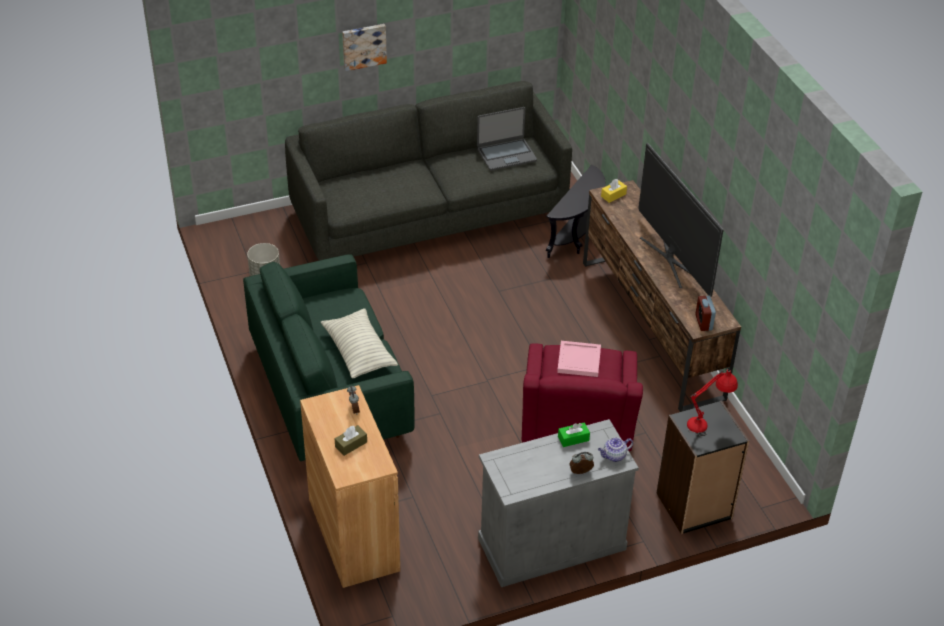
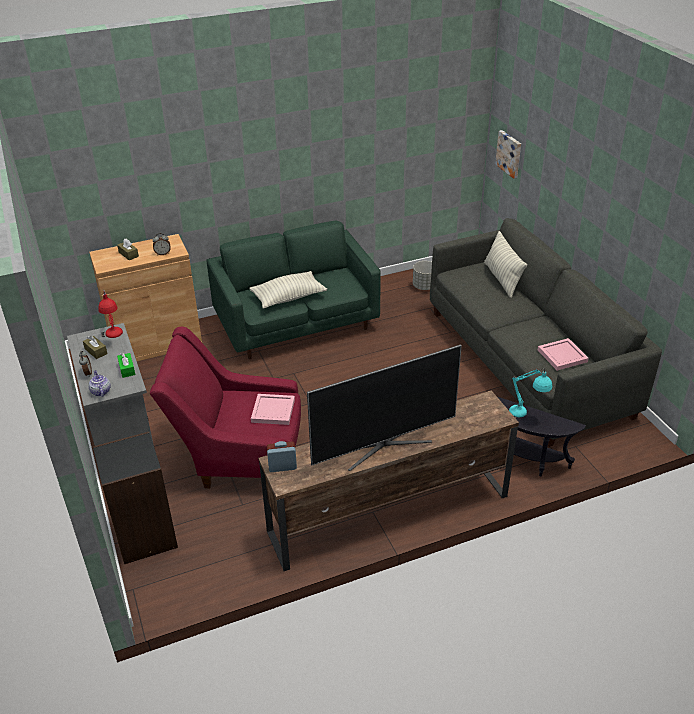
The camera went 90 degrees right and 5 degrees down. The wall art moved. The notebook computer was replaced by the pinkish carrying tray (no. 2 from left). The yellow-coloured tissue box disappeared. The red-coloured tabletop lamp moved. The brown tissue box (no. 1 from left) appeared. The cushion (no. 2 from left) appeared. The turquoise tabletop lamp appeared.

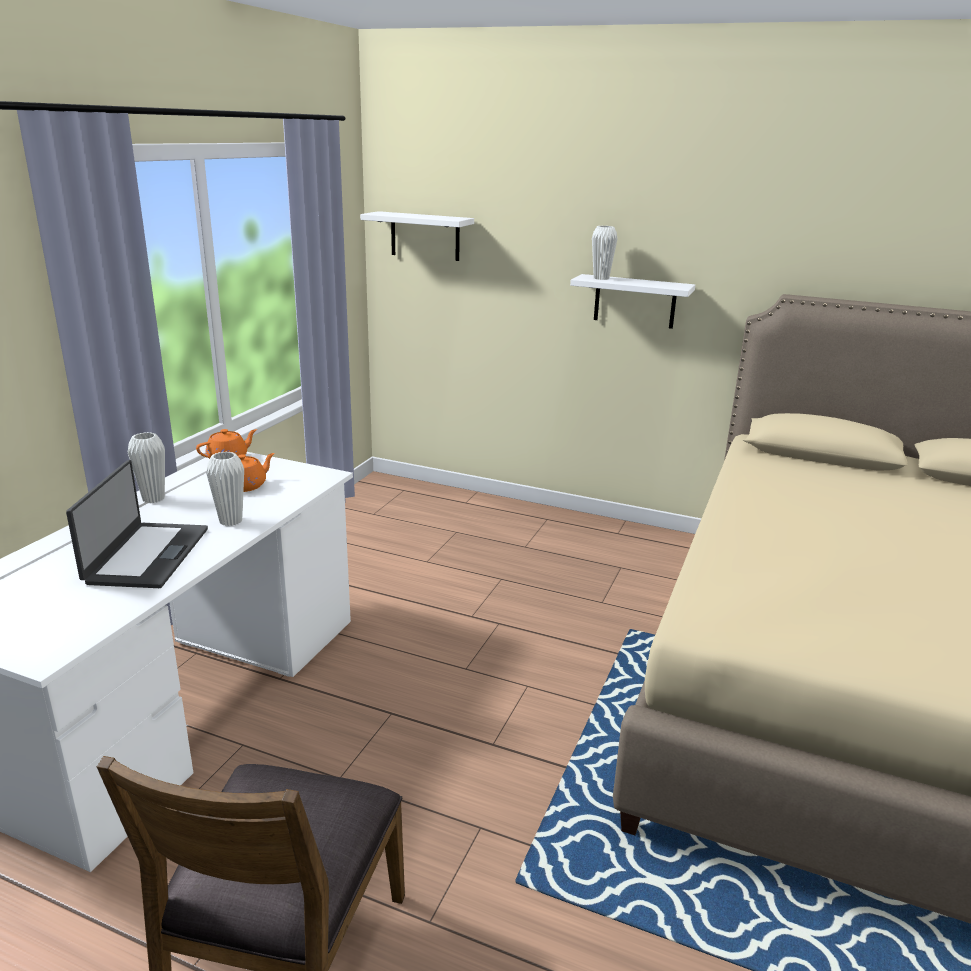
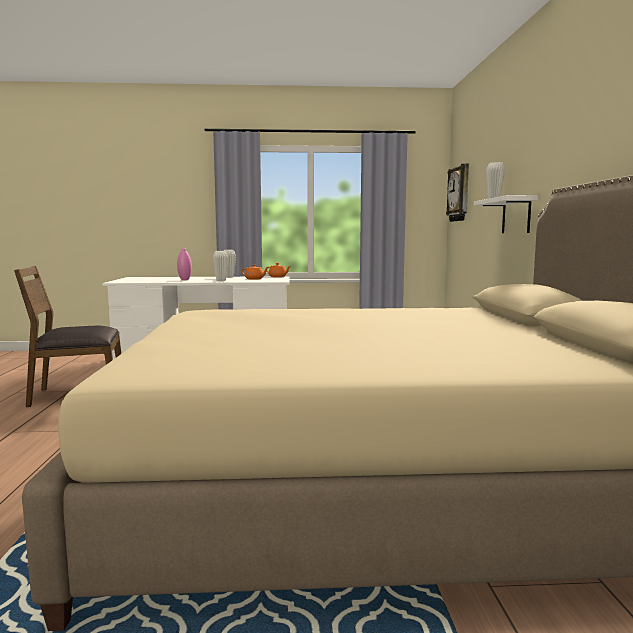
The camera went 65 degrees right and 15 degrees down. The notebook computer was replaced by the pinkish decorative vase. The white wall shelf (no. 1 from left) was replaced by the clock on the wall.

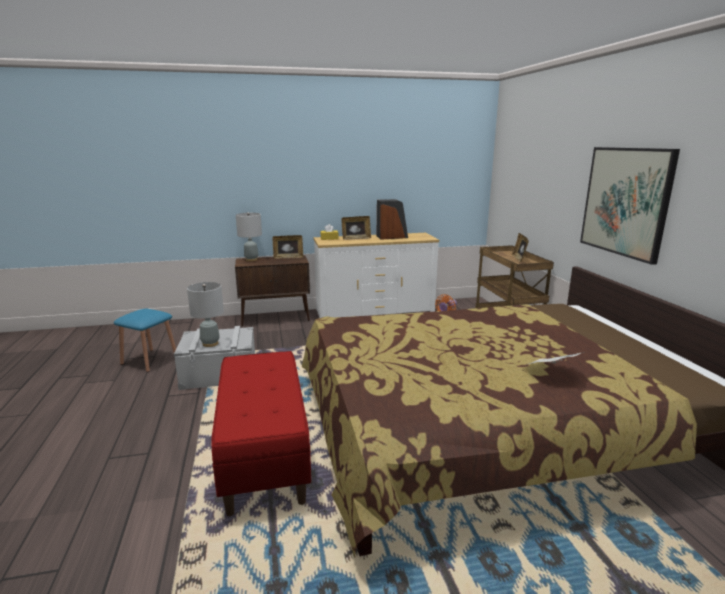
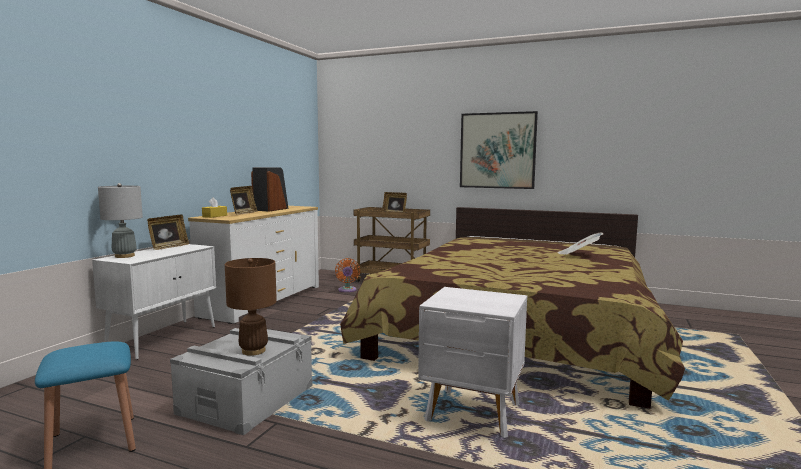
The camera went 55 degrees left and 10 degrees down. The gray tabletop lamp (no. 1 from left) became the brown tabletop lamp. The red-coloured indoor bench was replaced by the white bedside table. The brown storage cabinet became the white storage cabinet.

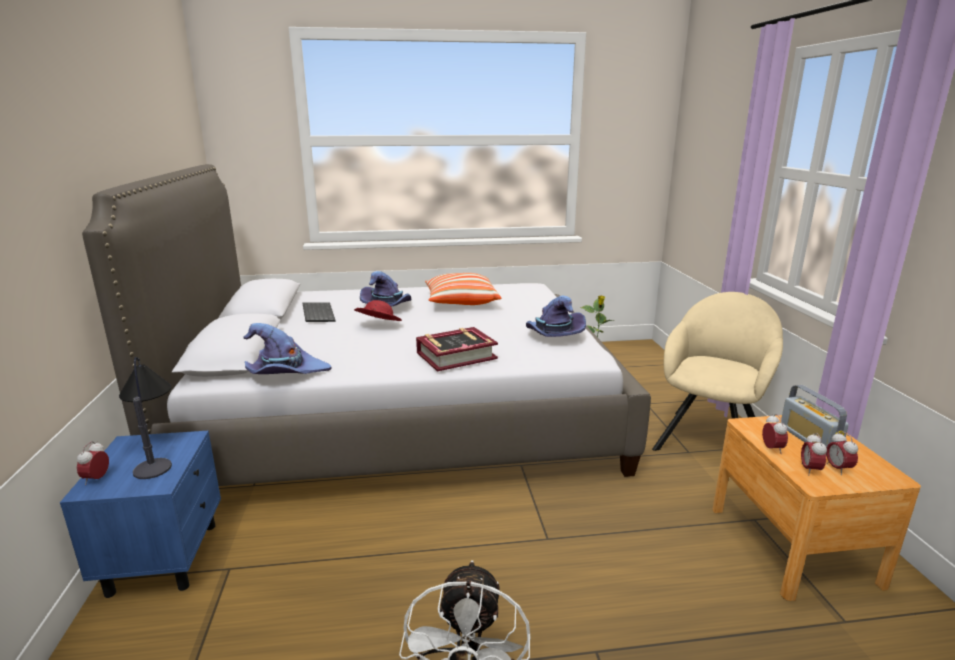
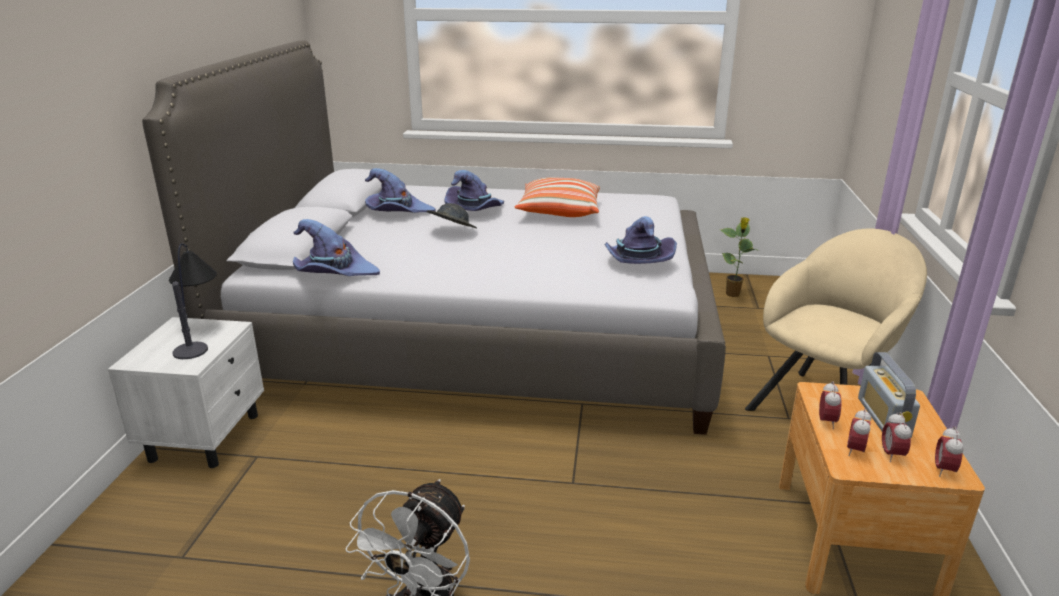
The camera went 15 degrees right and 5 degrees up. The bluish bedside table became the white bedside table. The alarm clock (no. 1 from left in the first image) moved. The computer keyboard was replaced by the purplish wearable hat (no. 2 from left). The red-coloured wearable hat became the gray wearable hat. The volume disappeared.

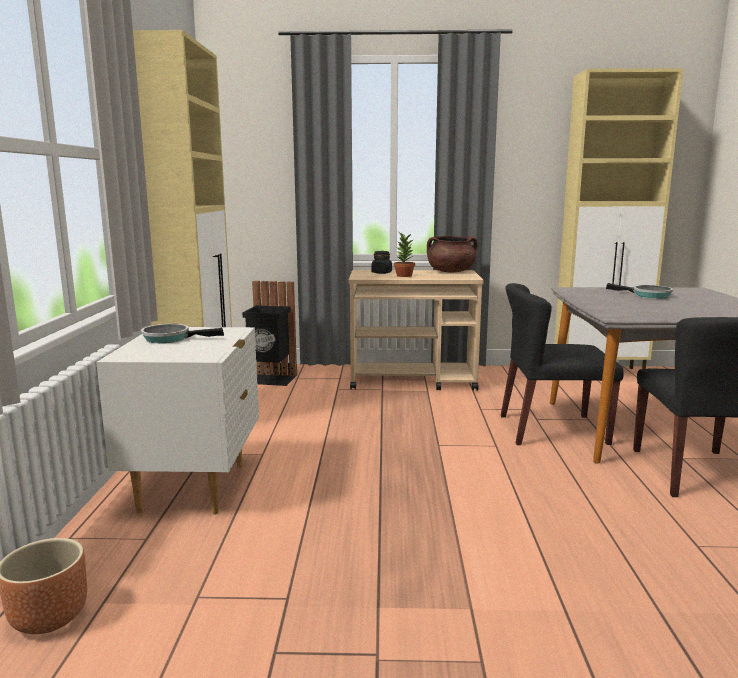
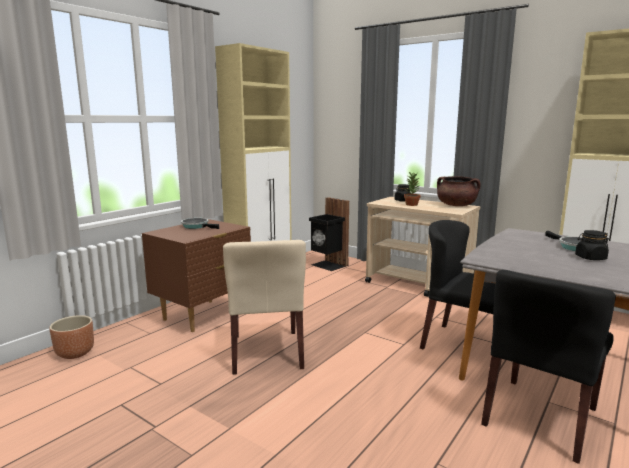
The camera went 35 degrees right and 0 degrees up. The white bedside table became the brown bedside table. The beige-coloured plain chair appeared. The blackish preserve jar (no. 2 from left) appeared.

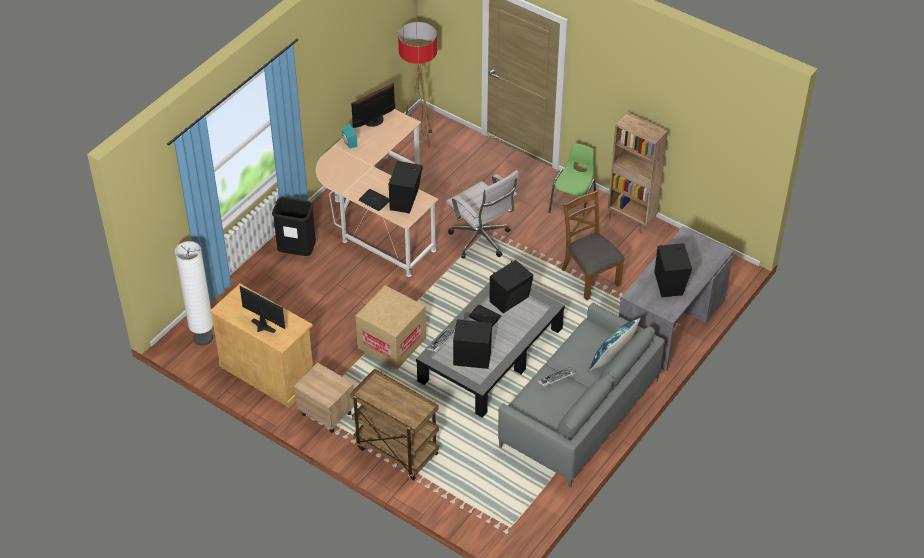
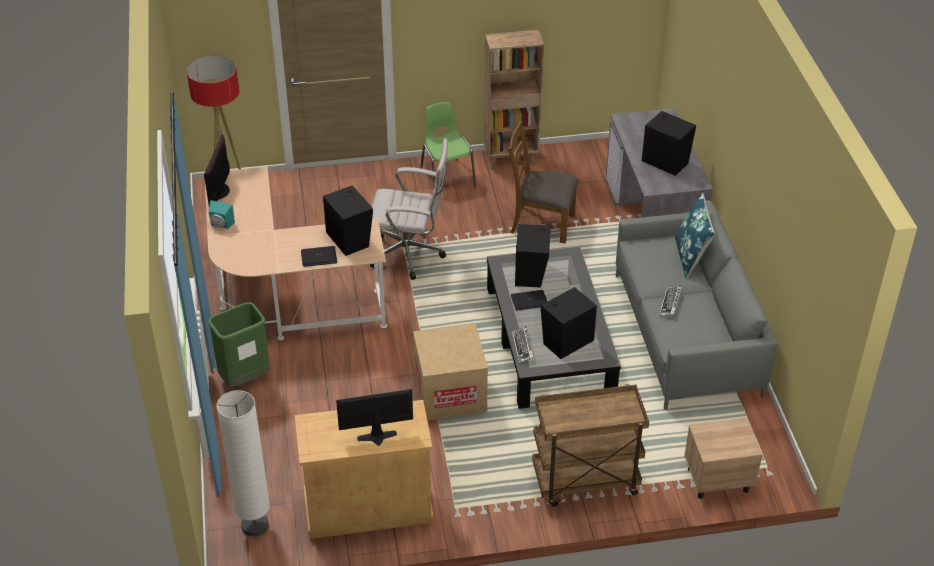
The camera went 45 degrees left and 5 degrees down. The blackish waste bin became the green-coloured waste bin. The beige-coloured bedside table moved.

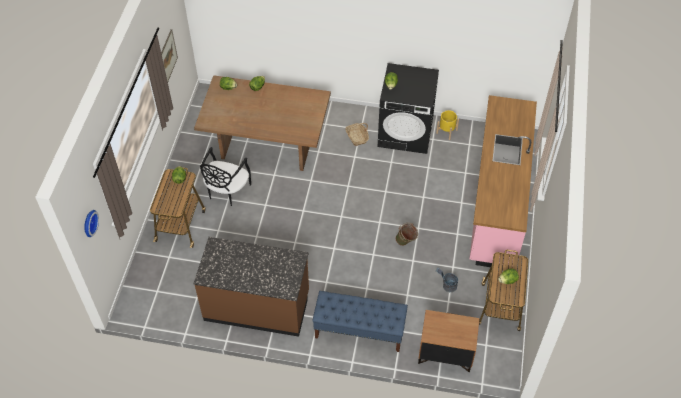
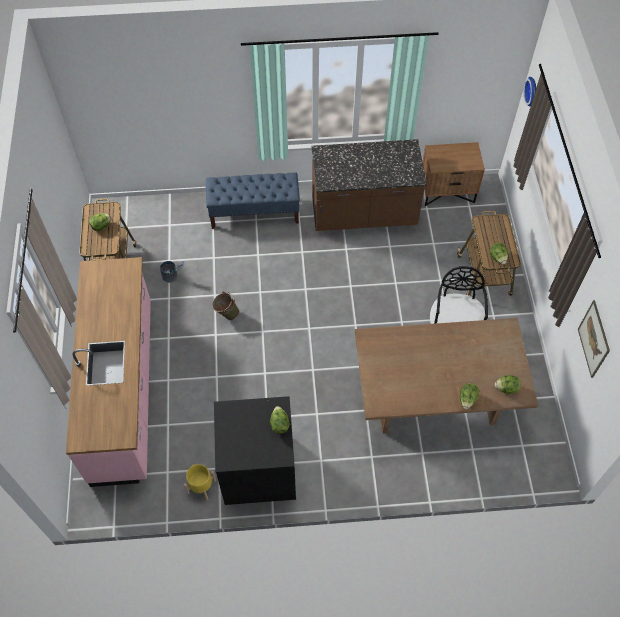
The camera went 165 degrees right and 5 degrees up. The household basket disappeared. The brown bedside table moved.

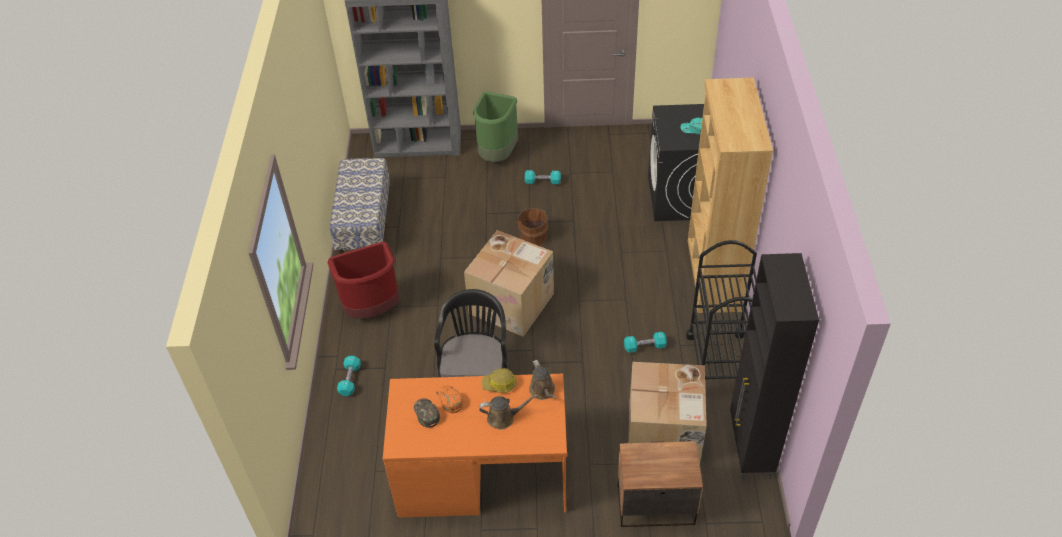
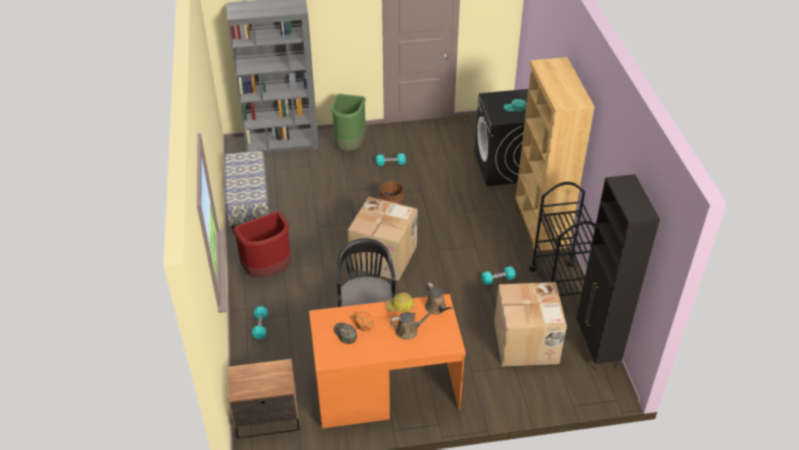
The camera went 10 degrees left and 5 degrees down. The bedside table moved.

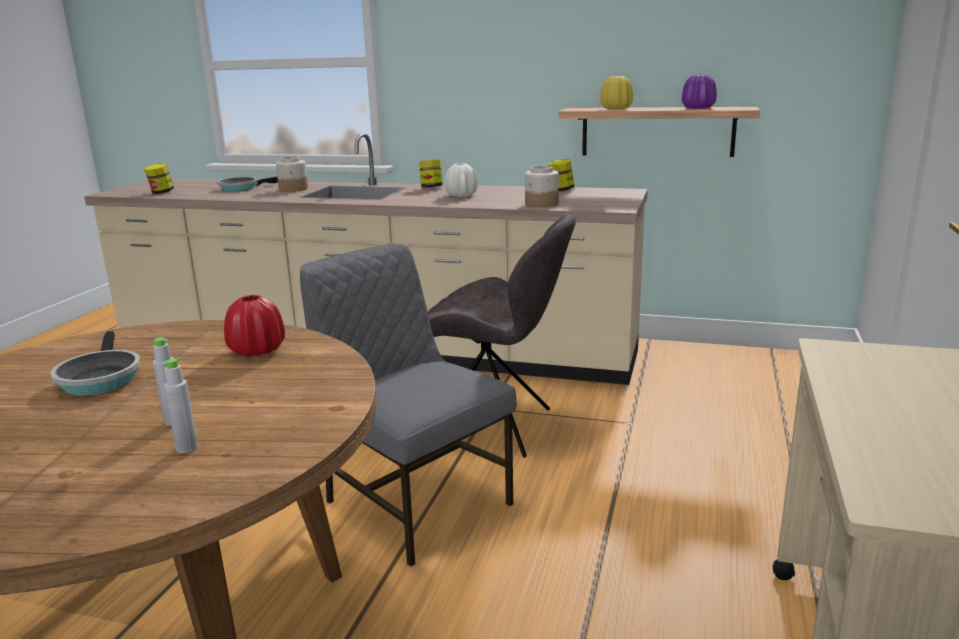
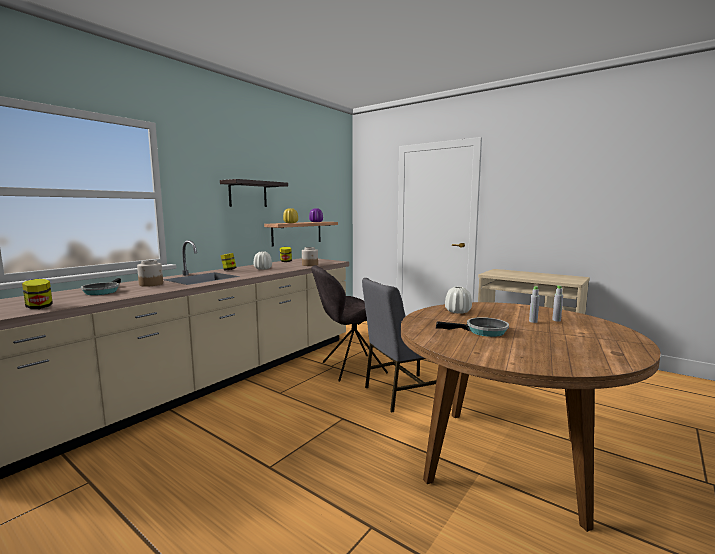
The camera went 70 degrees left and 10 degrees down. The red-coloured decorative vase became the white decorative vase (no. 2 from left). The gray plain chair (no. 2 from left in the first image) turned 150 degrees counterclockwise. The wall shelf (no. 1 from left) appeared.

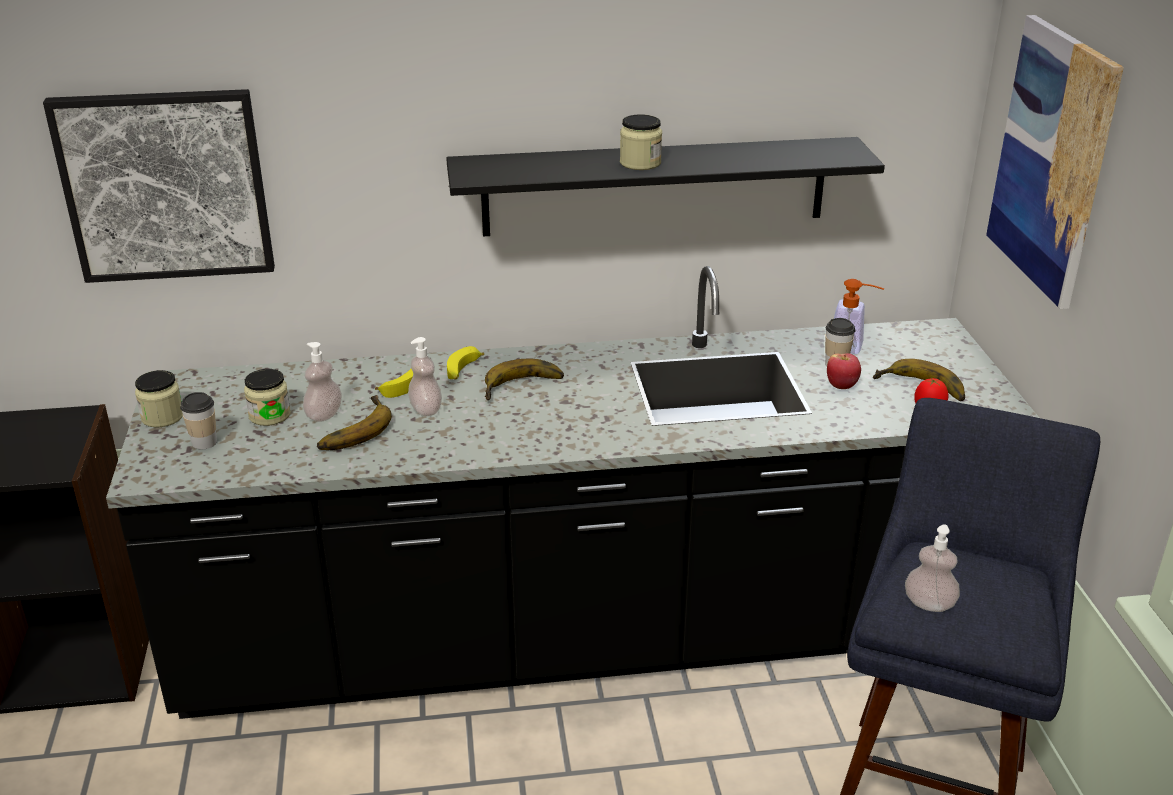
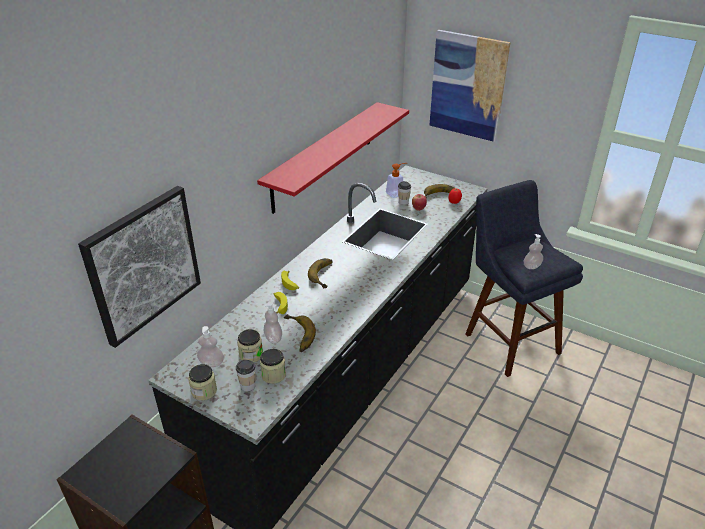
The camera went 50 degrees left and 5 degrees up. The soap dispenser (no. 2 from left in the first image) moved. The blackish wall shelf became the red-coloured wall shelf. The preserve jar (no. 3 from left) moved.

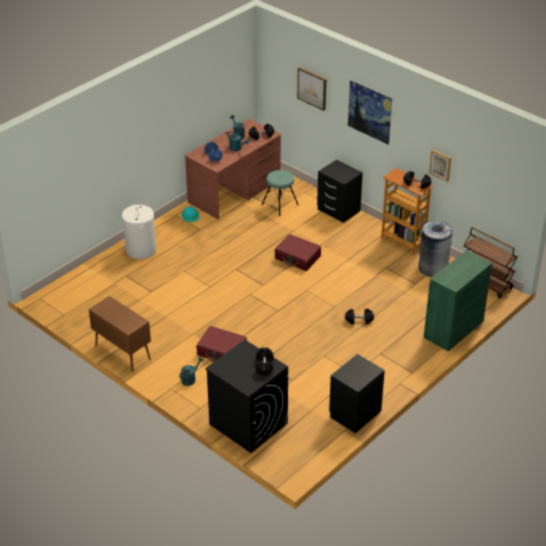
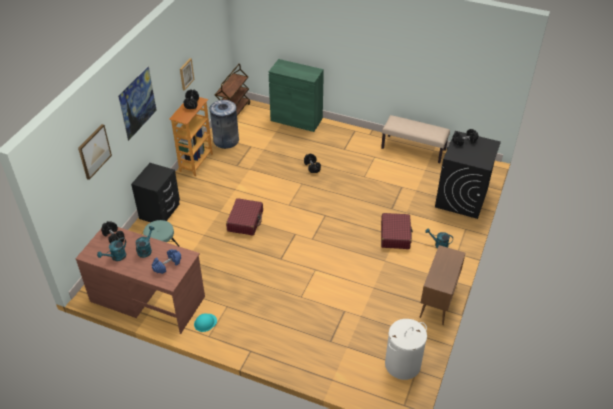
The camera went 110 degrees left and 5 degrees up. The white laundry basket moved. The blackish bedside table (no. 2 from left) was replaced by the beige-coloured indoor bench.

